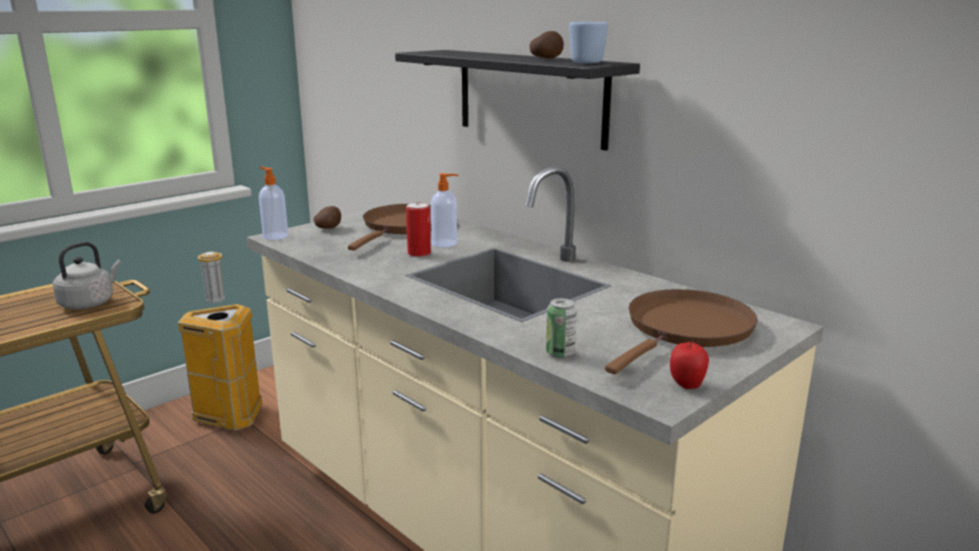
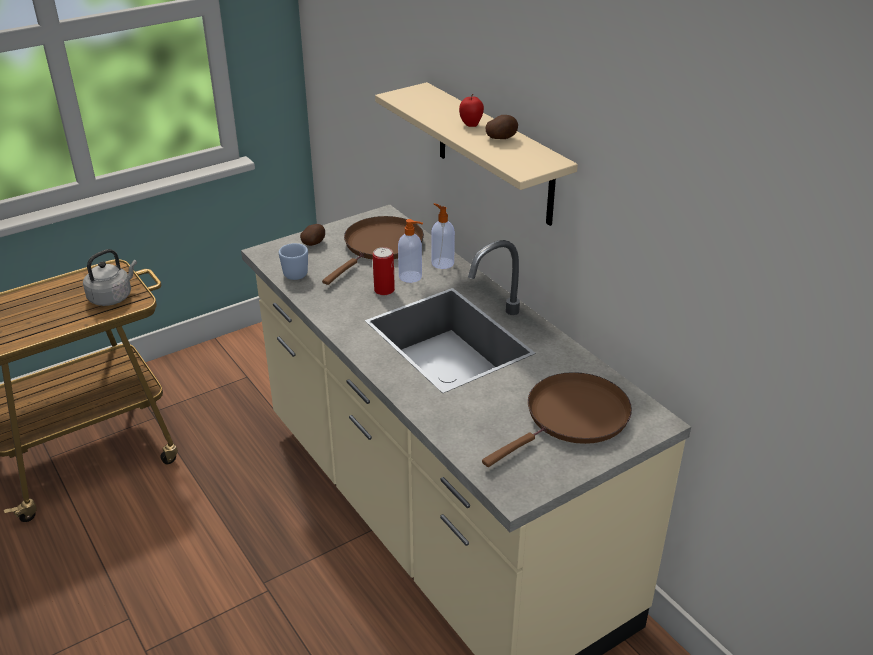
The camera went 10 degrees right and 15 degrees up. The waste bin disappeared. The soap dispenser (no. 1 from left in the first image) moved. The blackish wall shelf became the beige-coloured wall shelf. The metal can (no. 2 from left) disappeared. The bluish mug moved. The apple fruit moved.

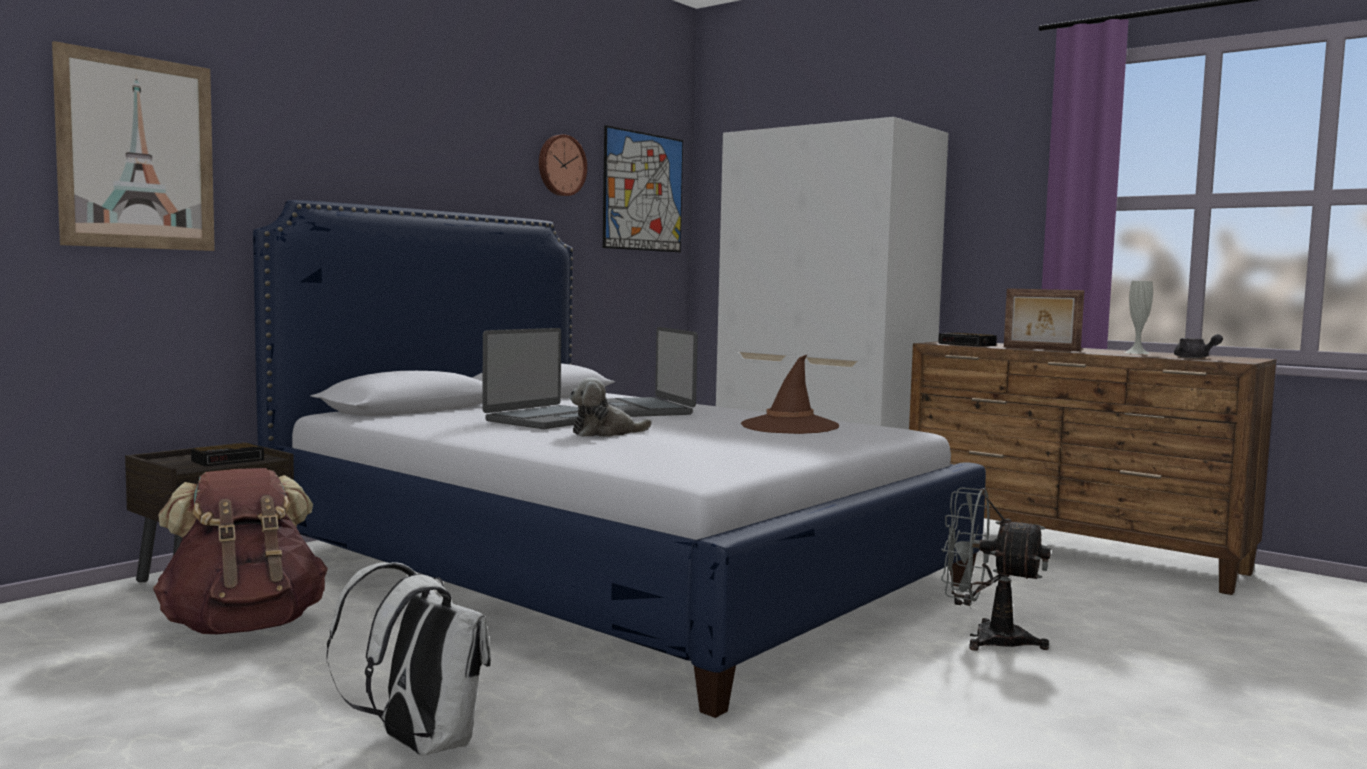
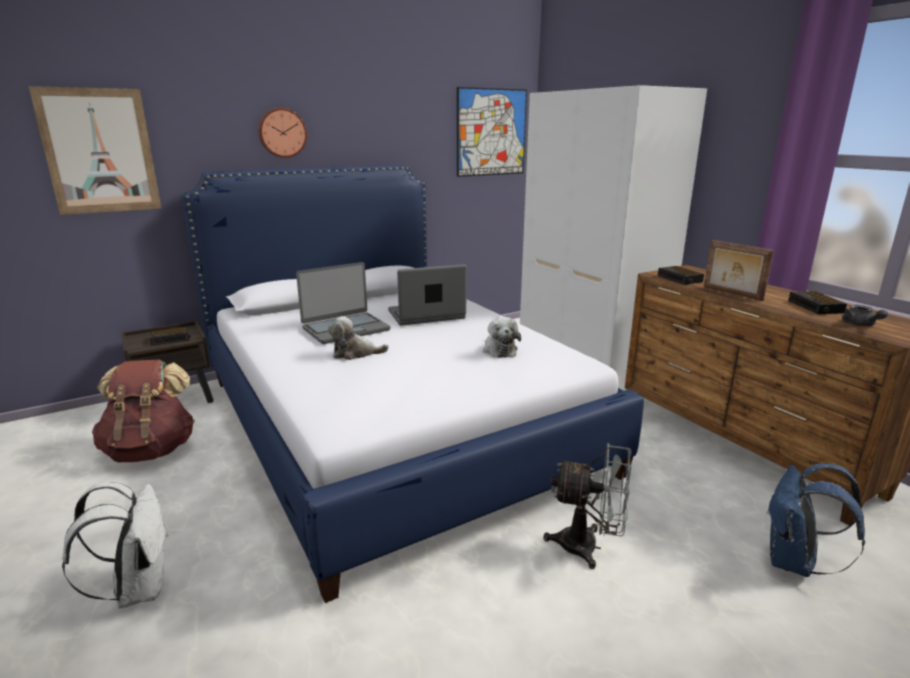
The camera went 20 degrees right and 15 degrees up. The clock on the wall moved. The notebook computer (no. 2 from left) turned 75 degrees clockwise. The brown wearable hat was replaced by the soft toy (no. 2 from left). The gray fan turned 150 degrees clockwise. The white decorative vase was replaced by the alarm clock (no. 3 from left). The bluish rucksack appeared.

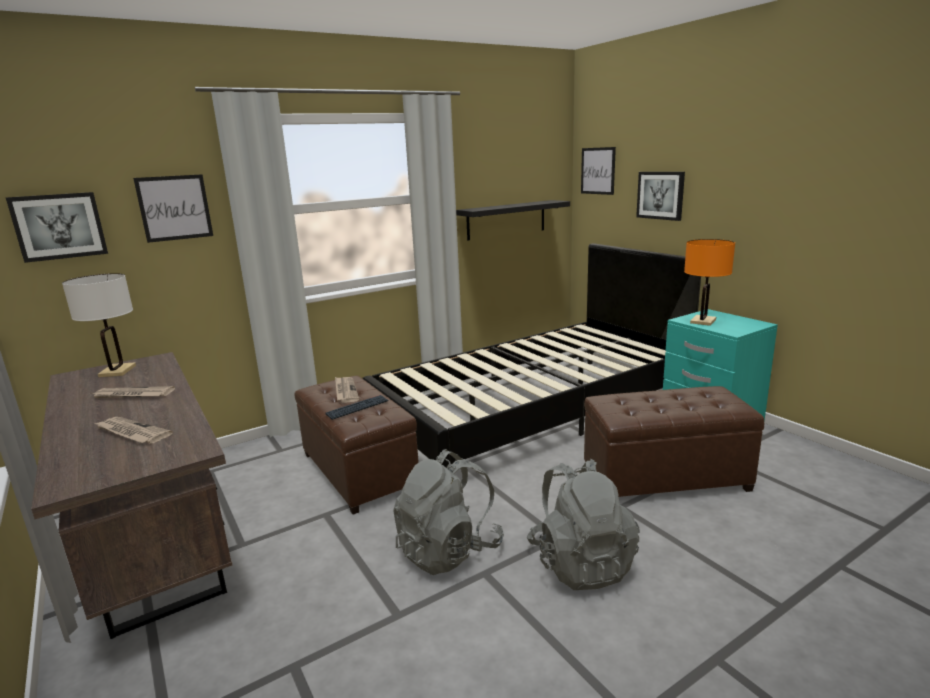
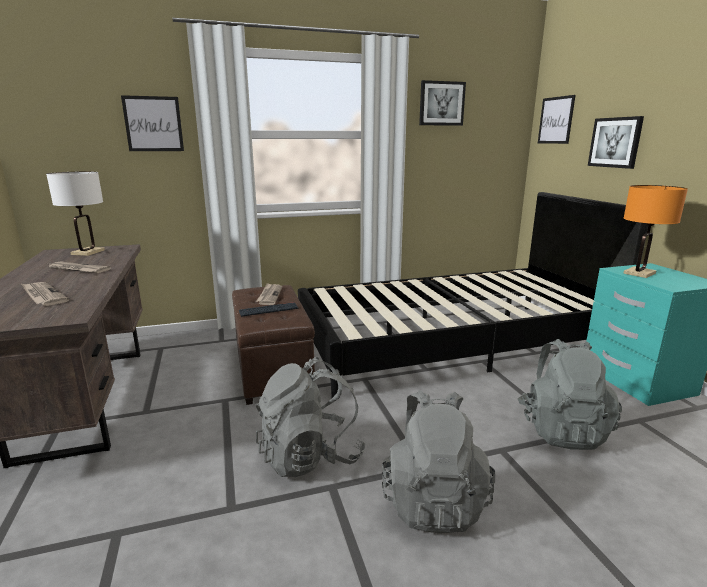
The camera went 15 degrees right and 0 degrees up. The wall art (no. 1 from left in the first image) moved. The blackish wall shelf disappeared. The brown footrest (no. 2 from left) was replaced by the gray rucksack (no. 3 from left).

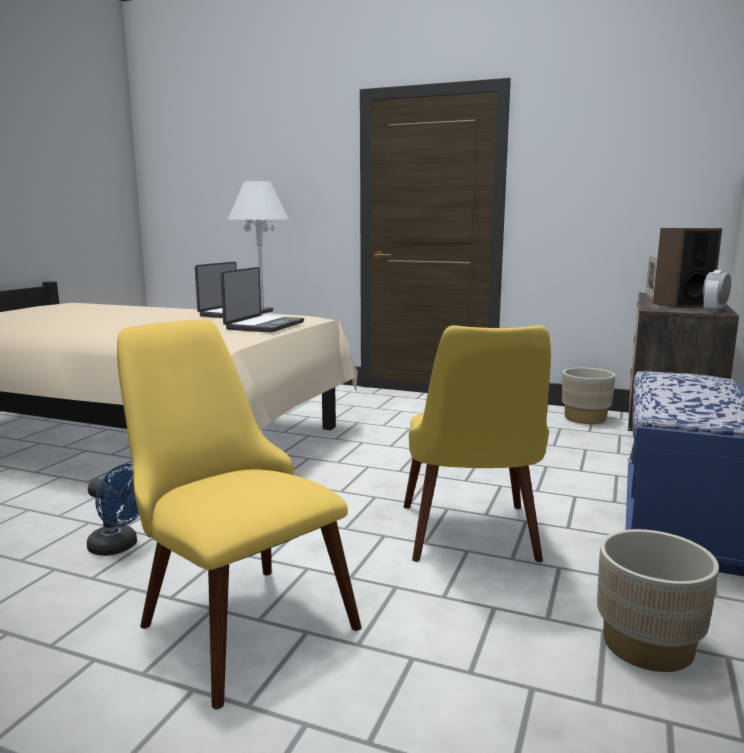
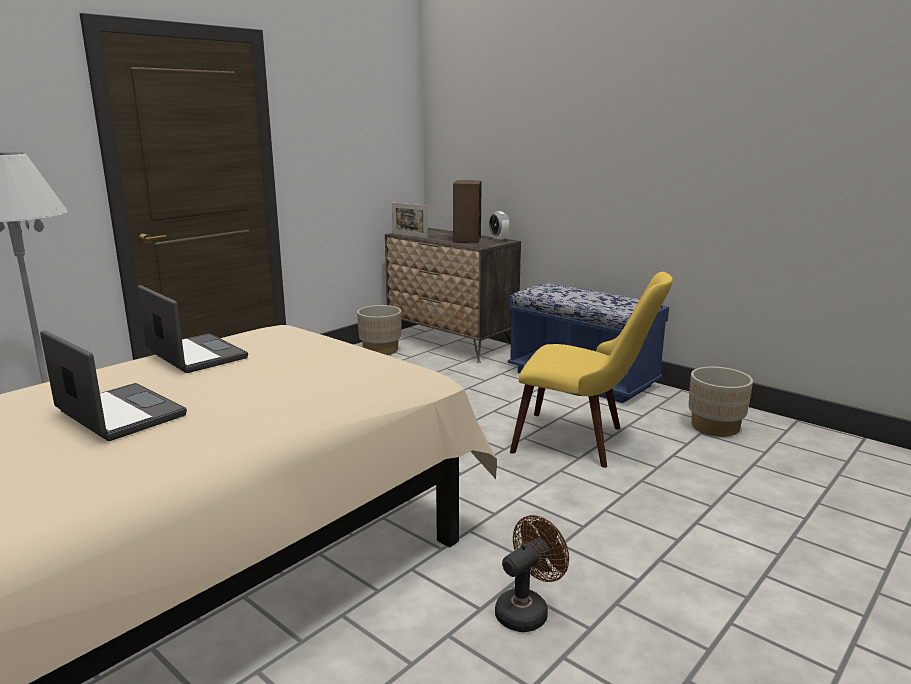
The camera went 70 degrees left and 5 degrees up. The bluish fan became the brown fan. The yellow-coloured plain chair (no. 1 from left) disappeared. The notebook computer (no. 2 from left in the first image) moved.

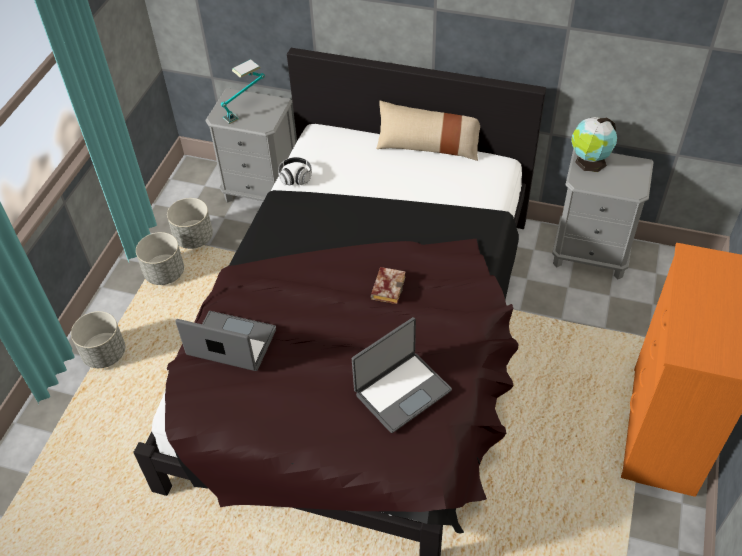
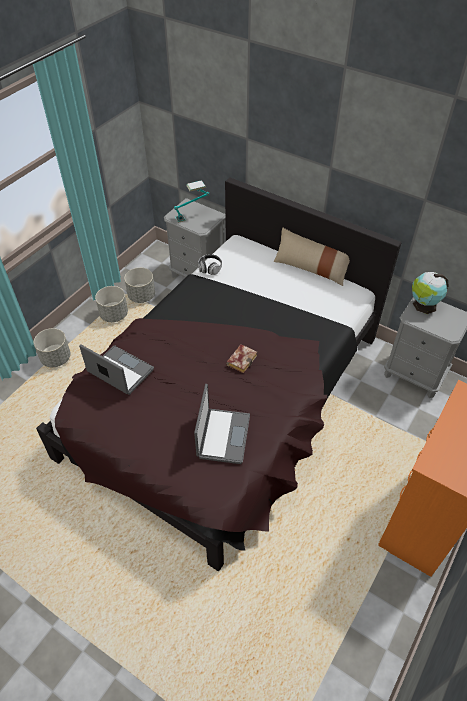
The camera went 15 degrees right and 0 degrees up. The notebook computer (no. 2 from left) turned 60 degrees counterclockwise.

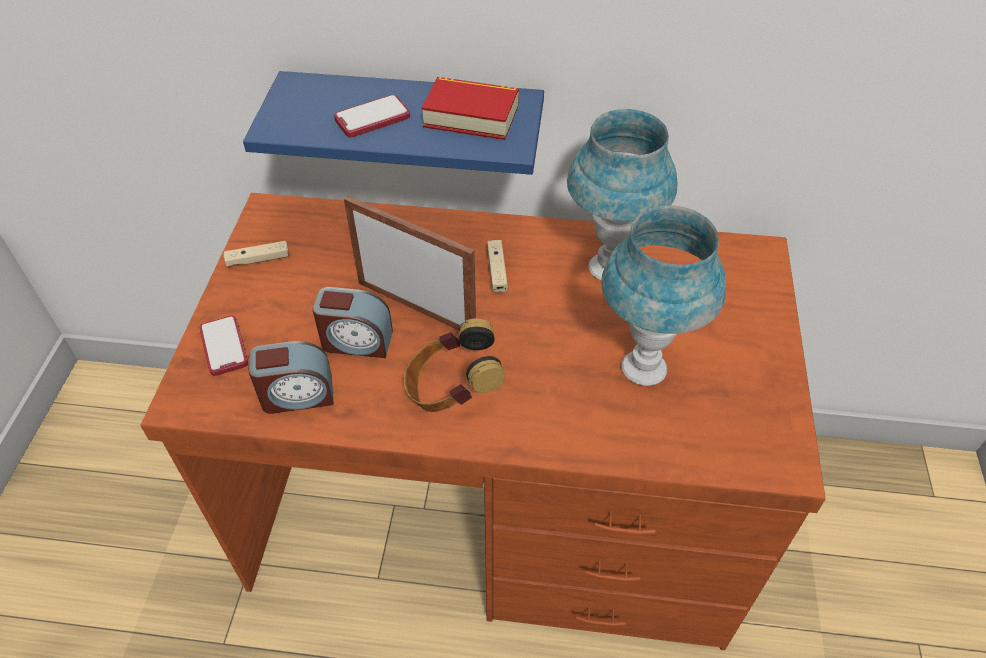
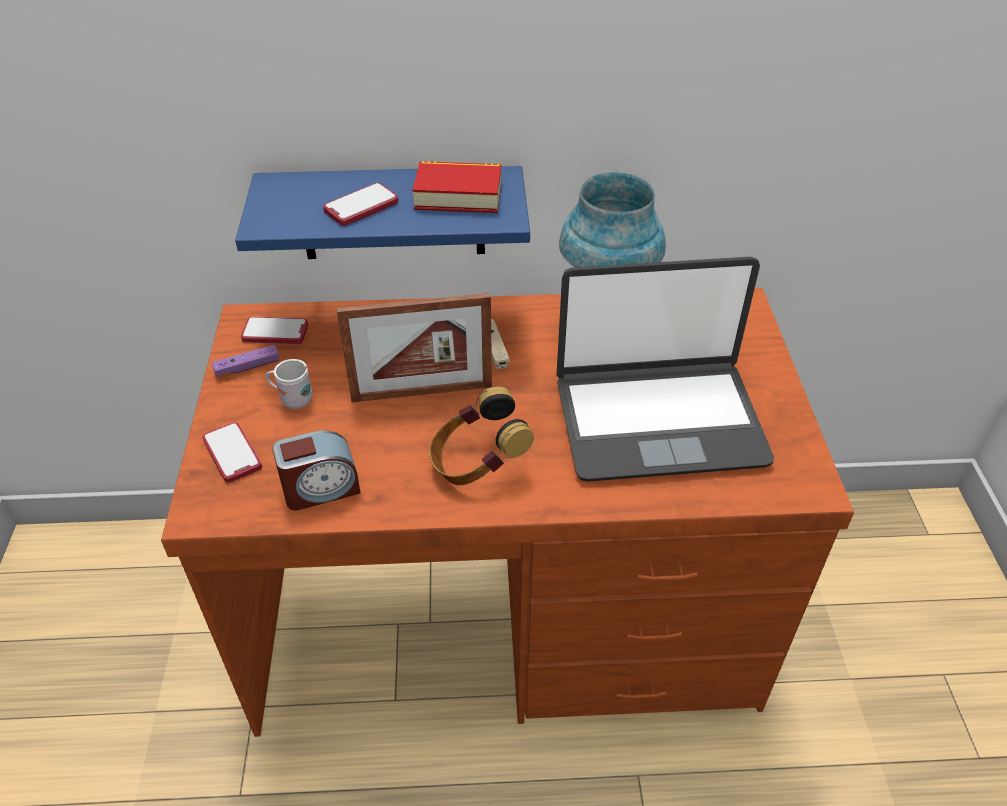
The camera went 10 degrees left and 5 degrees down. The beige-coloured joypad (no. 1 from left) became the purplish joypad. The alarm clock (no. 2 from left) disappeared. The photo frame turned 150 degrees clockwise. The bluish tabletop lamp (no. 2 from left) was replaced by the notebook computer. The phone (no. 2 from left) appeared. The white mug appeared.

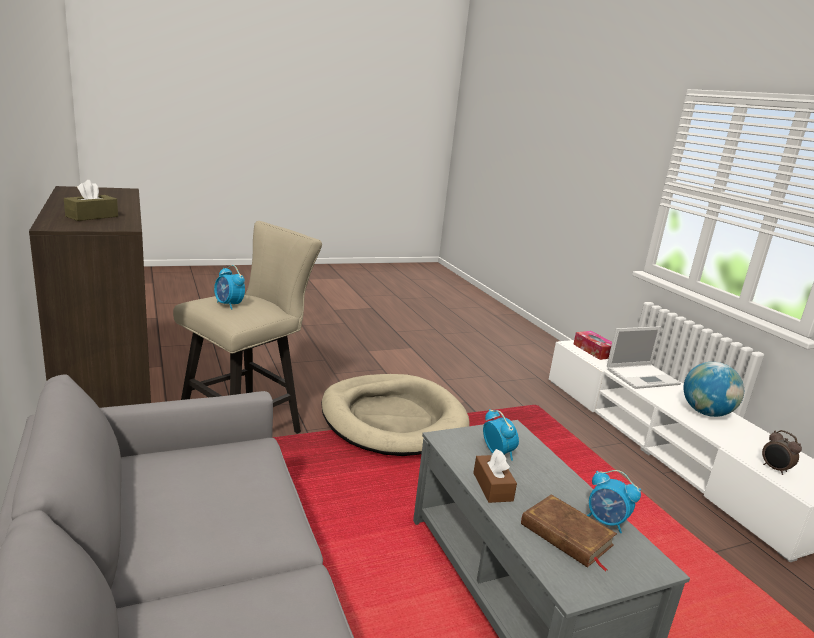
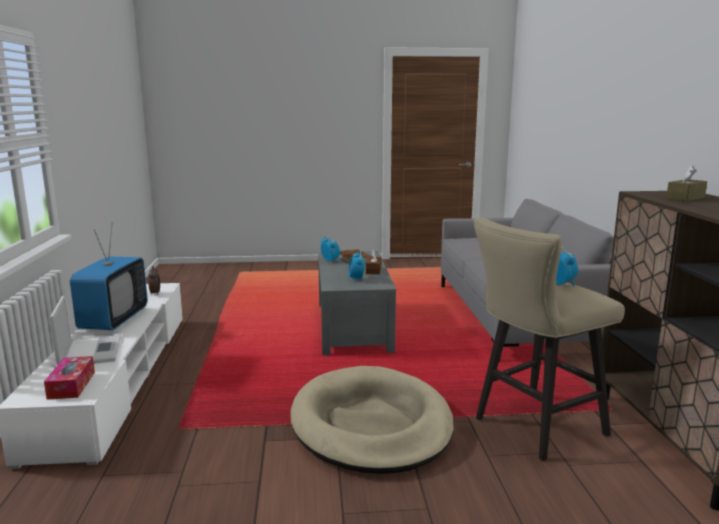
The camera went 160 degrees left and 5 degrees down. The notebook computer turned 75 degrees clockwise. The desk globe was replaced by the TV set.

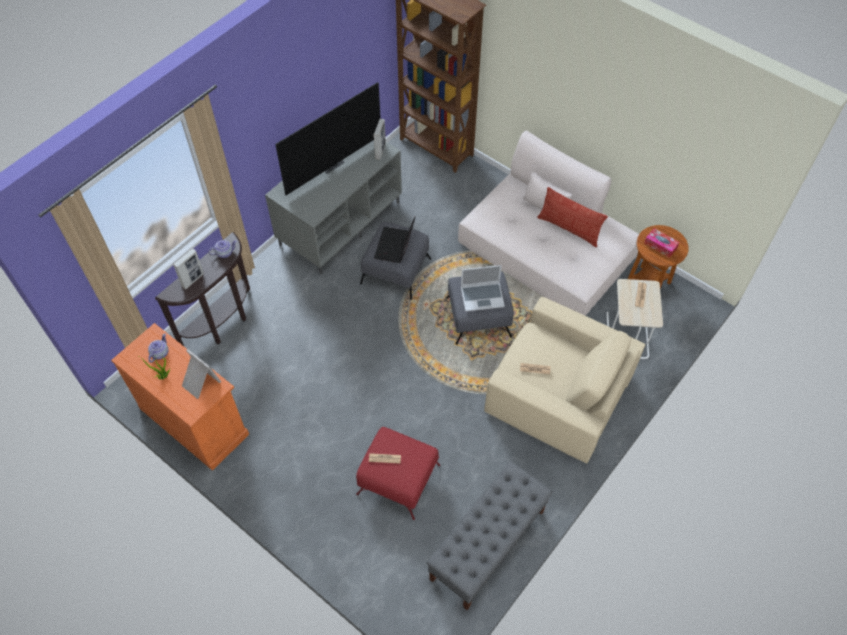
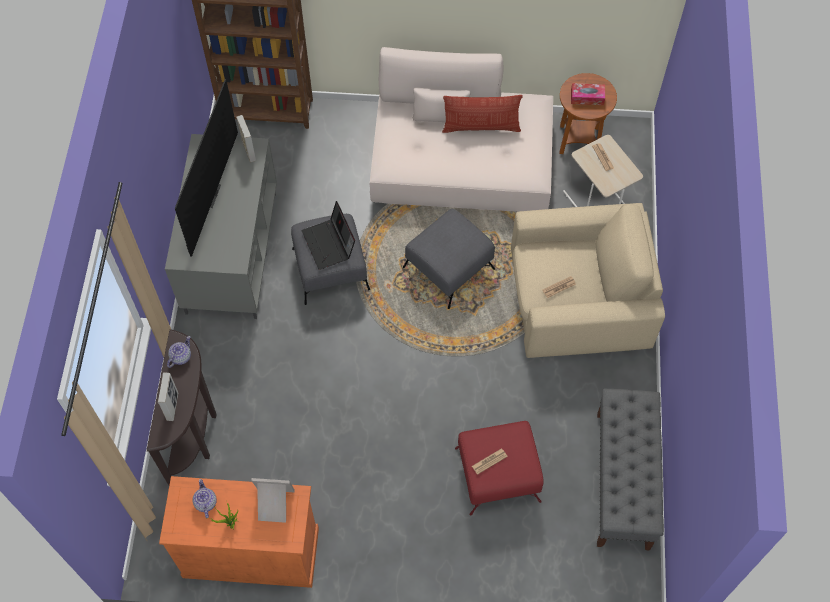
The camera went 35 degrees left and 5 degrees up. The notebook computer (no. 2 from left) disappeared.

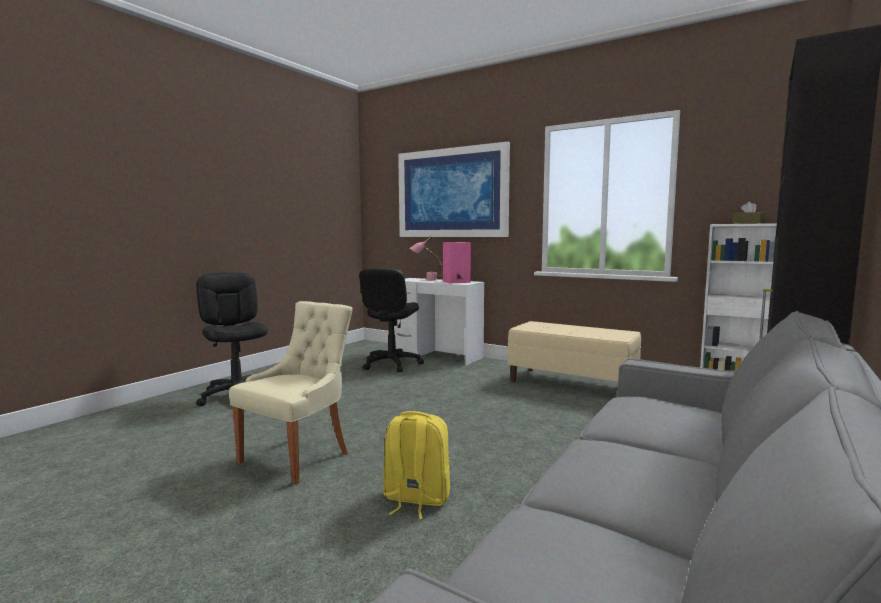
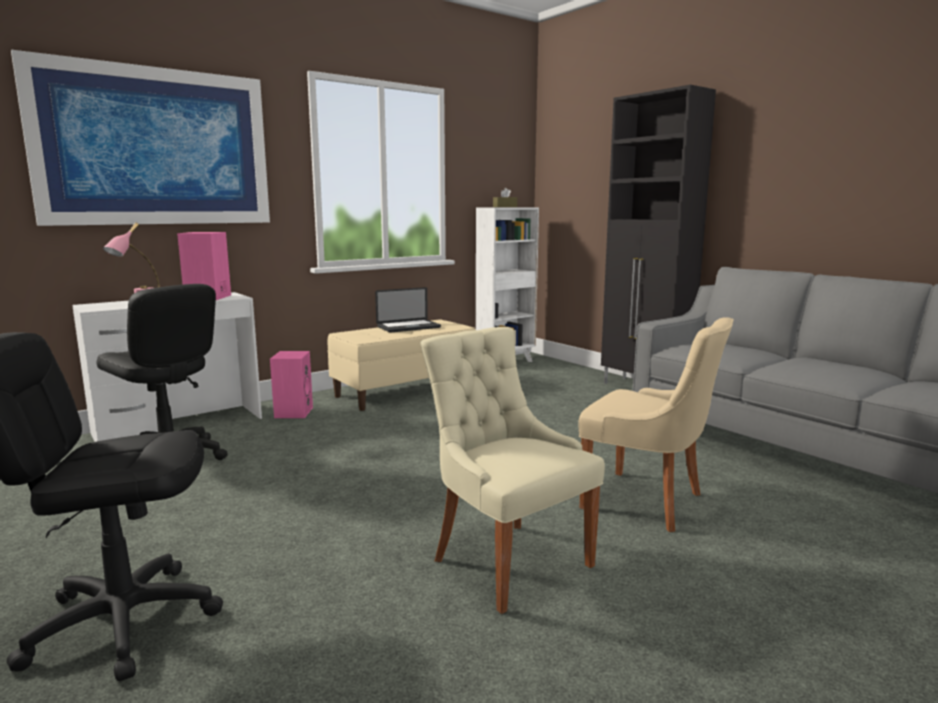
The camera went 70 degrees left and 5 degrees up. The yellow-coloured rucksack was replaced by the beige-coloured plain chair (no. 2 from left). The pinkish loudspeaker (no. 2 from left) appeared. The notebook computer appeared.

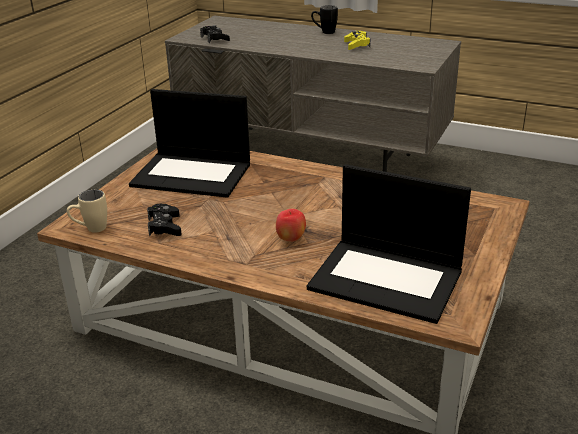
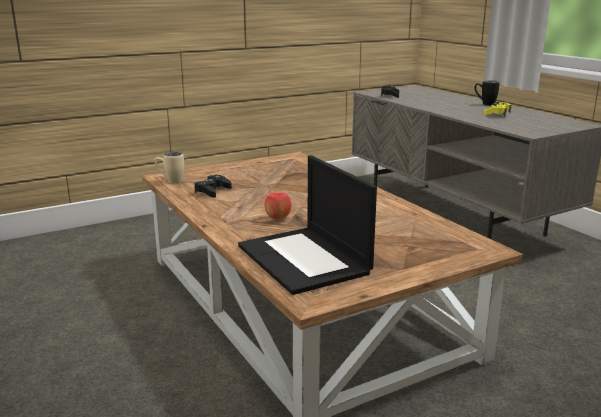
The camera went 35 degrees right and 10 degrees down. The notebook computer (no. 1 from left) disappeared.

